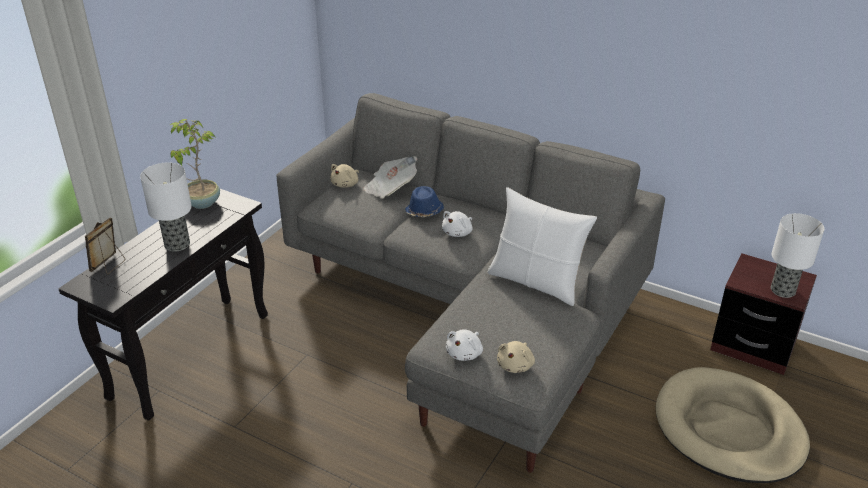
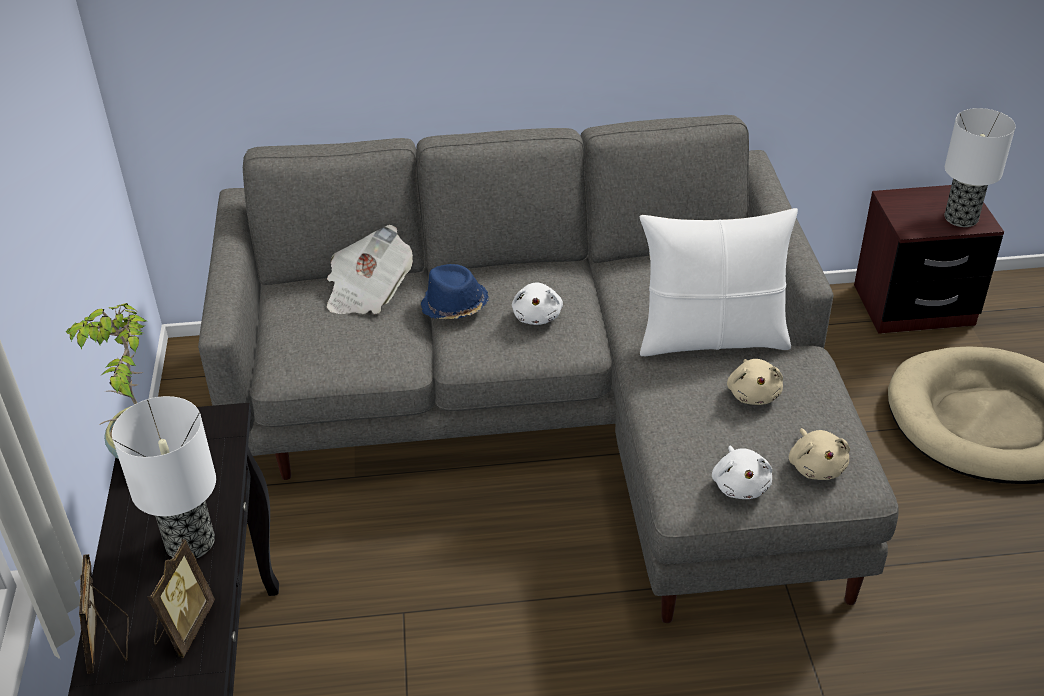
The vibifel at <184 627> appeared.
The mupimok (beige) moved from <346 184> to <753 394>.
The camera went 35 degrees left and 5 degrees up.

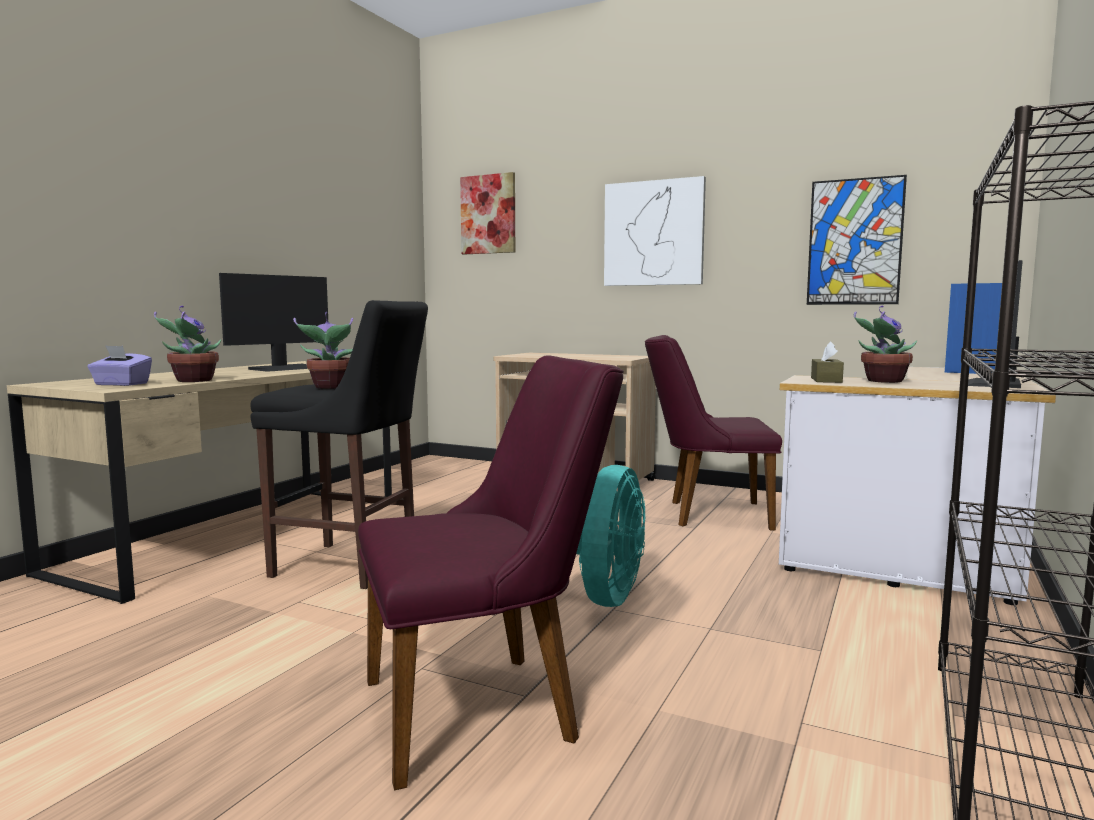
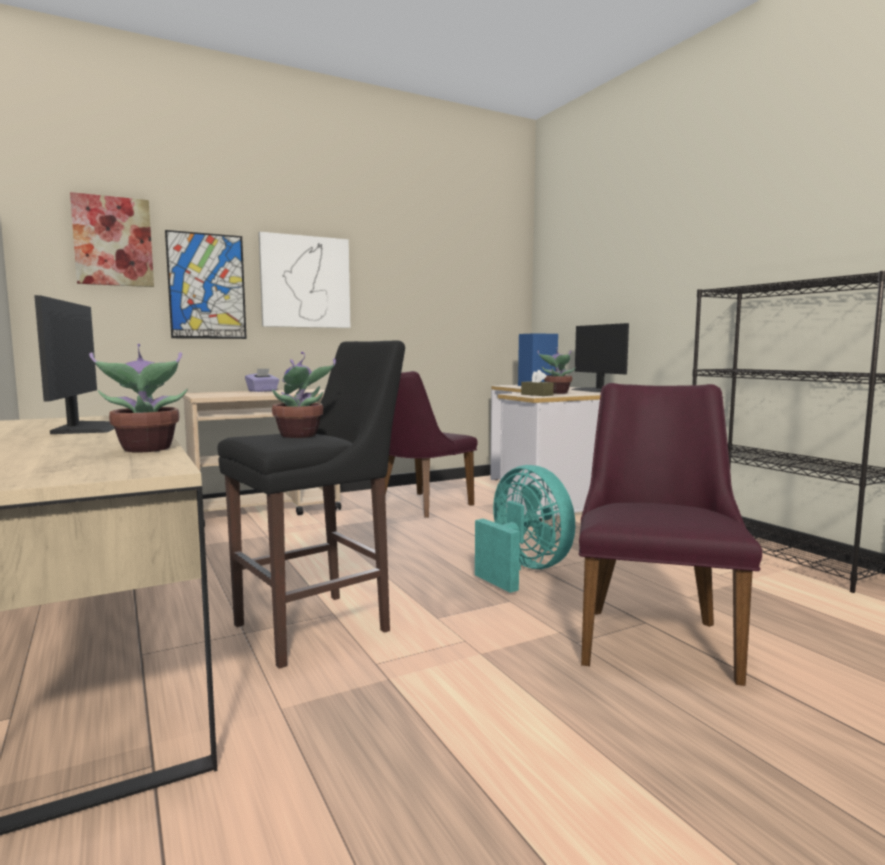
The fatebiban moved from <854 242> to <207 286>.
The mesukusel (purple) moved from <121 384> to <263 391>.
The camera went 55 degrees left and 0 degrees up.

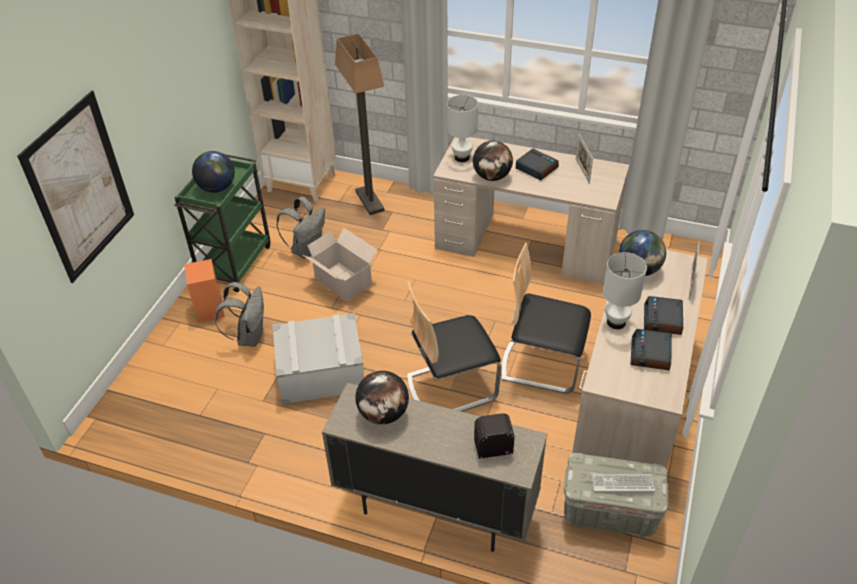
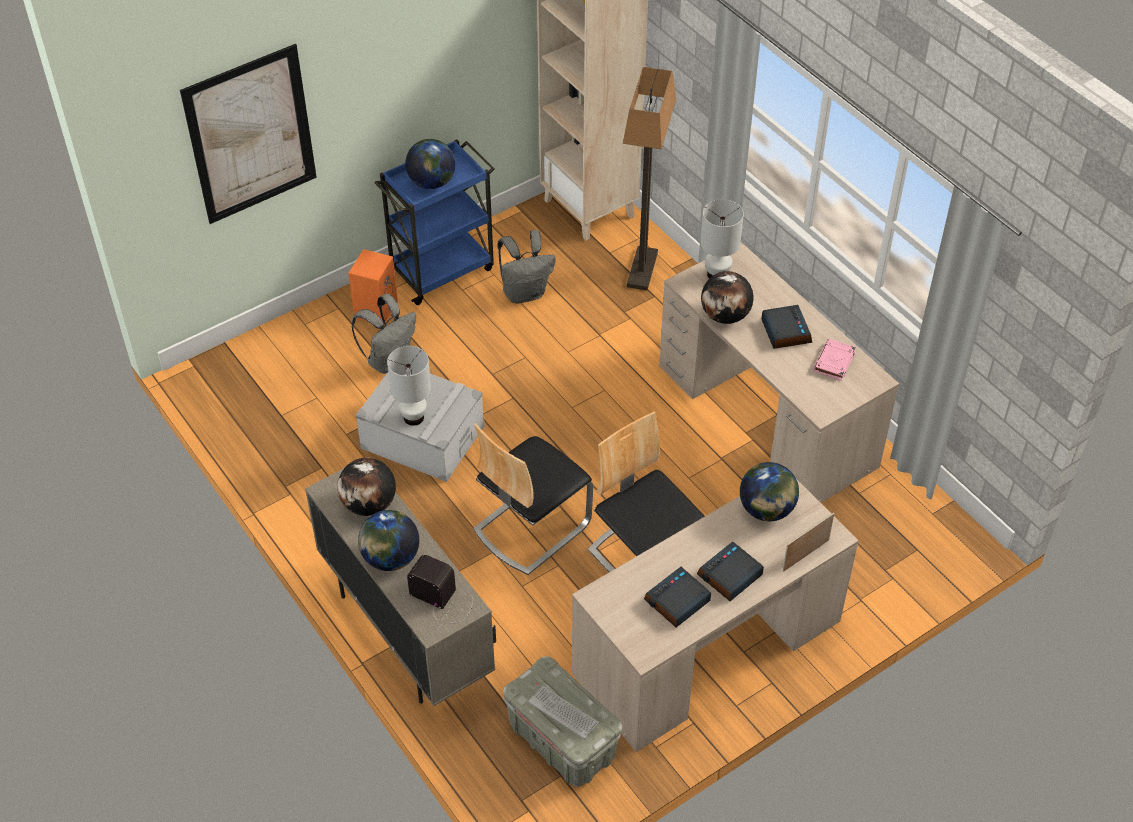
The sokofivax at <390 558> appeared.
The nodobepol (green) at <235 262> became the nodobepol (blue) at <442 269>.
The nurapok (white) moved from <616 322> to <414 417>.
The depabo at <450 387> turned 60 degrees counterclockwise.
The vibifel at <582 171> was replaced by the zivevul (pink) at <834 362>.
The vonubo at <344 283> disappeared.
The camera went 35 degrees right and 5 degrees up.

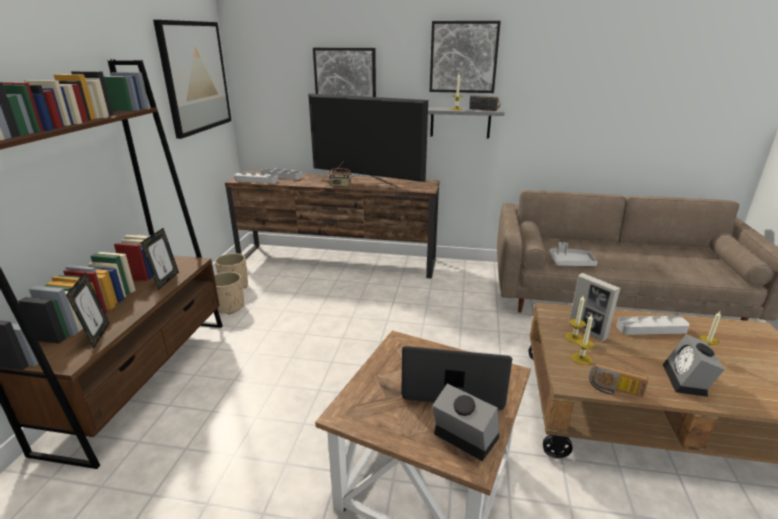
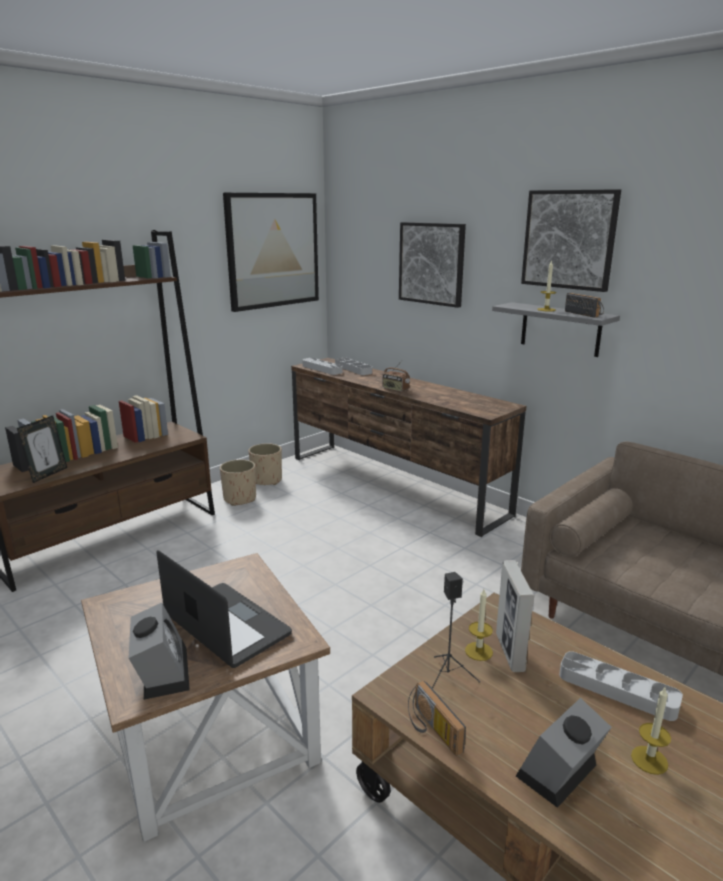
The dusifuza at <581 358> was replaced by the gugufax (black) at <448 677>.
The vibifel at <166 280> disappeared.
The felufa at <367 184> disappeared.
The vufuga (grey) at <571 262> disappeared.
The camera went 35 degrees right and 5 degrees down.

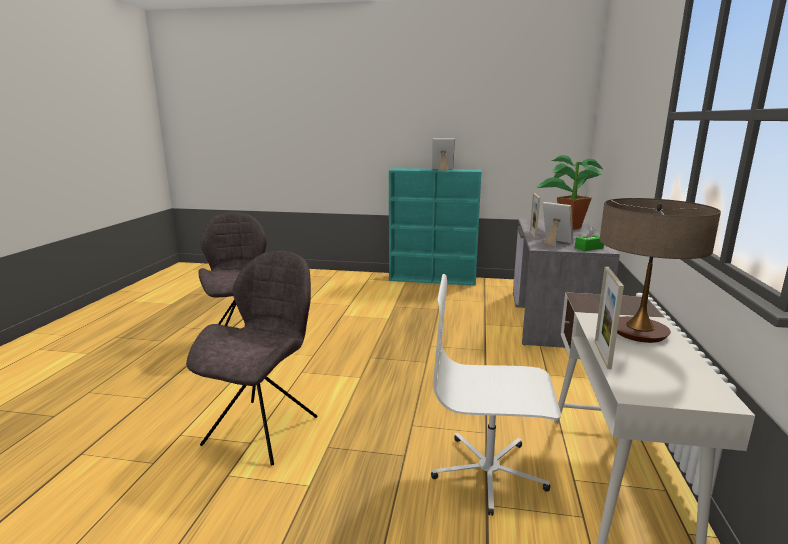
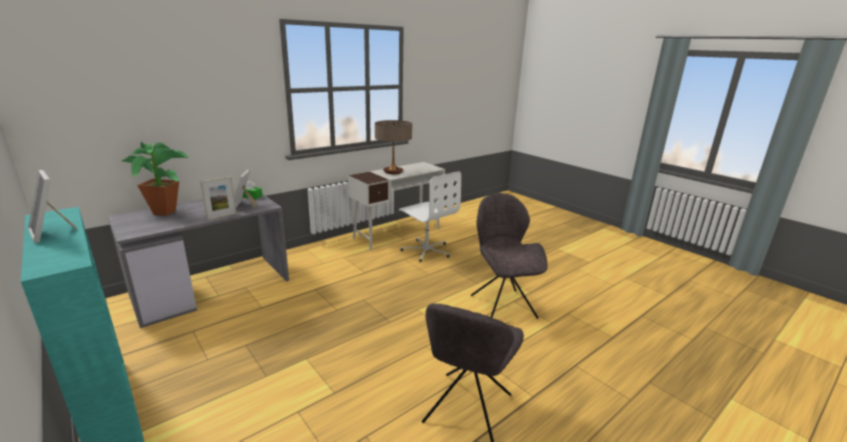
The depabo (grey) at <264 428> turned 105 degrees clockwise.
The vibifel at <602 354> disappeared.
The camera went 140 degrees left and 5 degrees up.

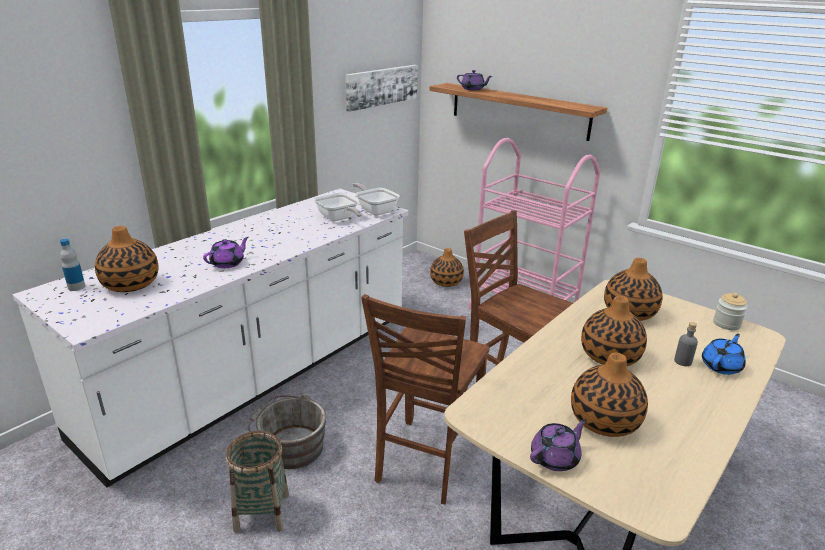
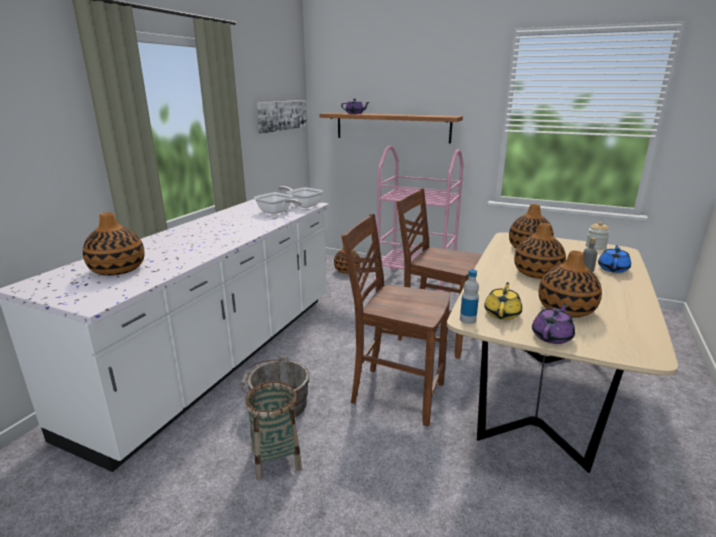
The depabo (brown) at <425 461> turned 105 degrees clockwise.
The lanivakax moved from <76 287> to <467 320>.
The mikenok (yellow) at <502 313> appeared.
The mikenok (purple) at <228 263> disappeared.
The camera went 15 degrees left and 5 degrees down.

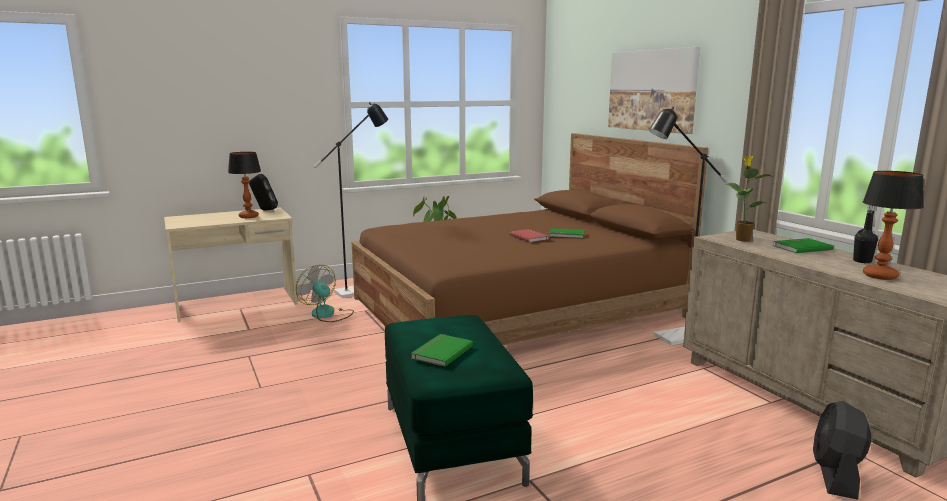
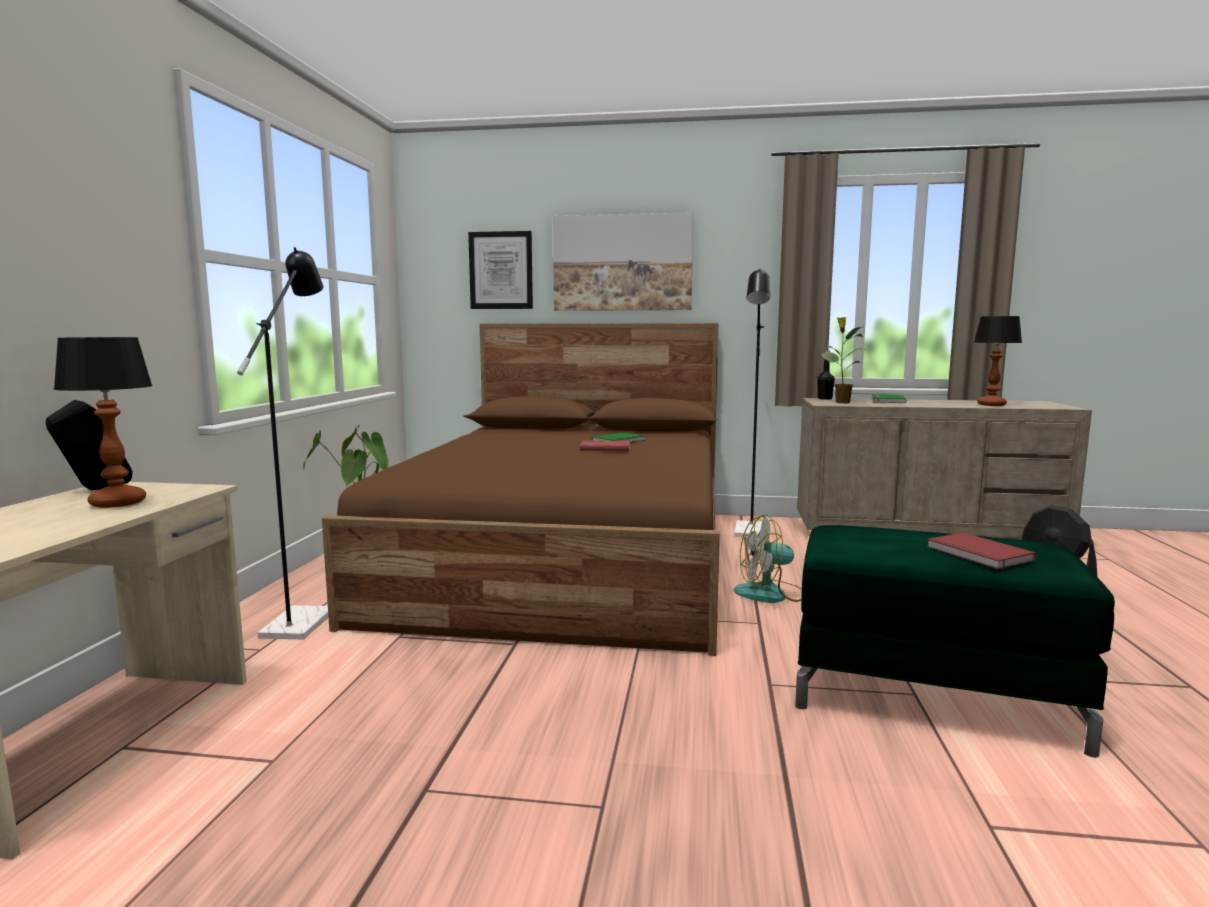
The fatebiban at <501 270> appeared.
The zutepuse moved from <327 314> to <772 594>.
The lanivakax (black) moved from <862 261> to <824 399>.
The zivevul (green) at <440 352> became the zivevul (red) at <977 554>.
The camera went 55 degrees left and 5 degrees down.

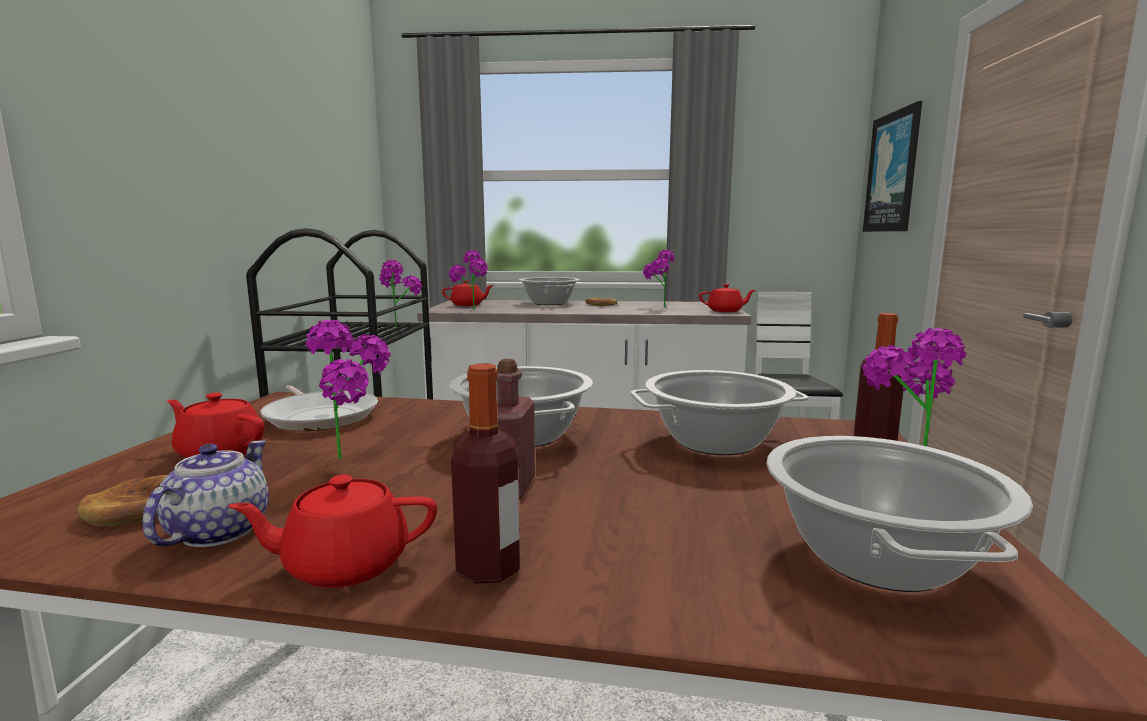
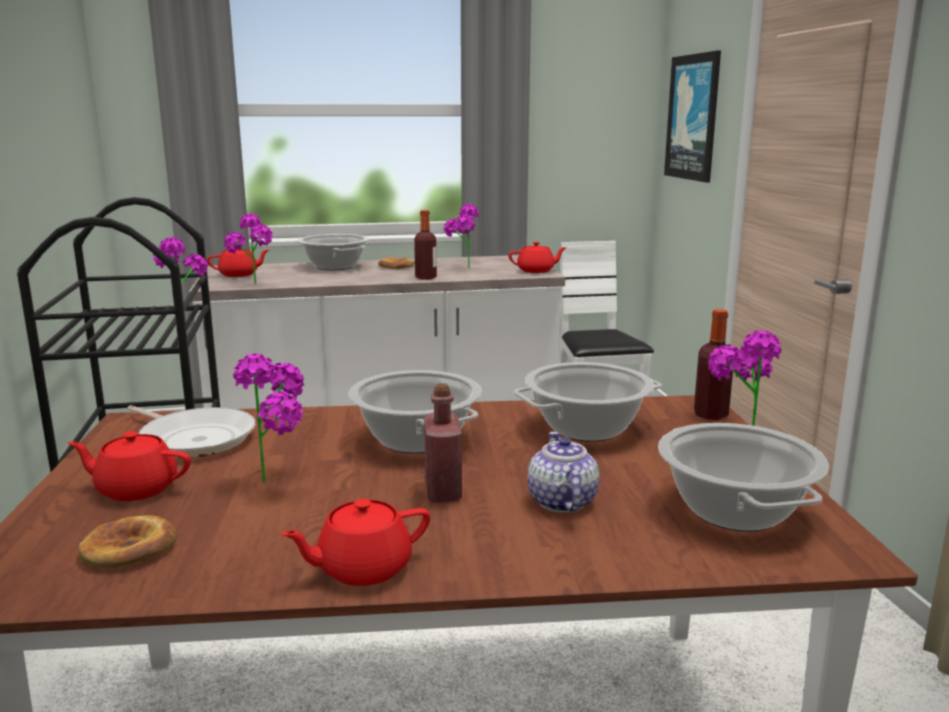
The lanivakax moved from <488 568> to <426 277>.
The mikenok moved from <217 532> to <561 502>.
The camera went 15 degrees left and 5 degrees up.

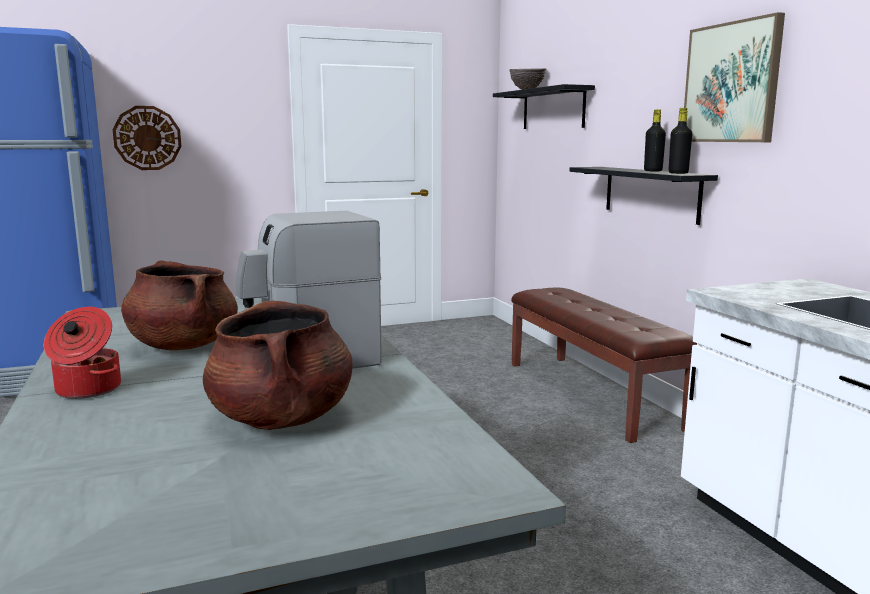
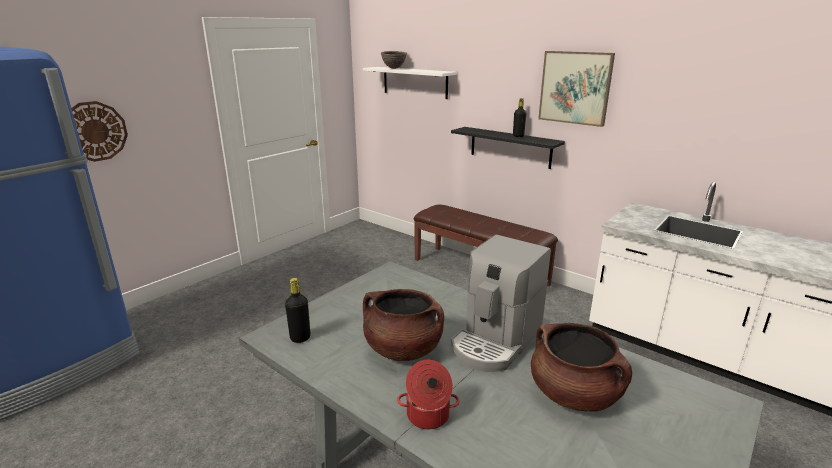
The lanivakax (black) moved from <678 173> to <300 338>.
The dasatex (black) at <553 109> became the dasatex (white) at <415 82>.
The camera went 30 degrees left and 10 degrees up.

